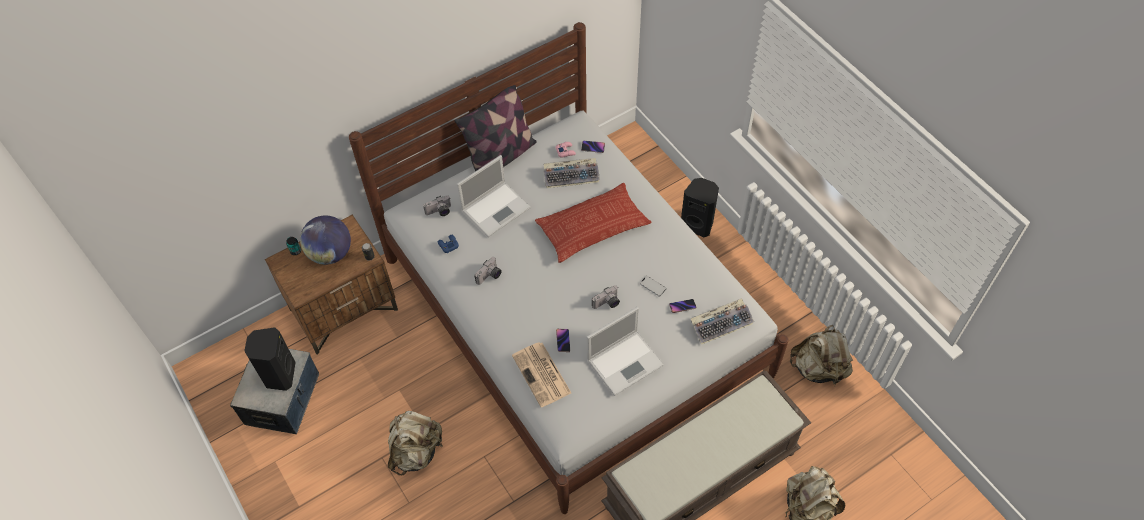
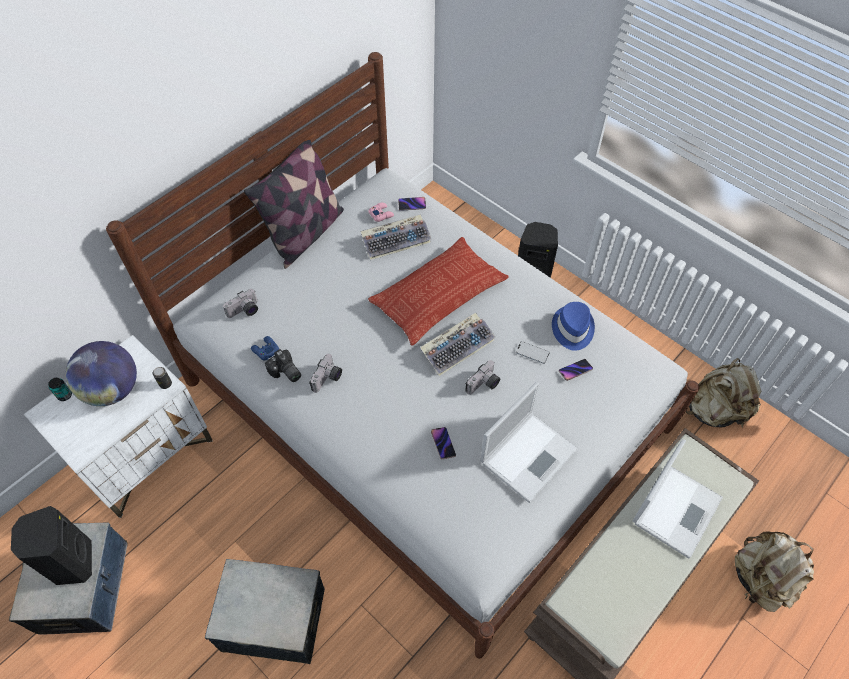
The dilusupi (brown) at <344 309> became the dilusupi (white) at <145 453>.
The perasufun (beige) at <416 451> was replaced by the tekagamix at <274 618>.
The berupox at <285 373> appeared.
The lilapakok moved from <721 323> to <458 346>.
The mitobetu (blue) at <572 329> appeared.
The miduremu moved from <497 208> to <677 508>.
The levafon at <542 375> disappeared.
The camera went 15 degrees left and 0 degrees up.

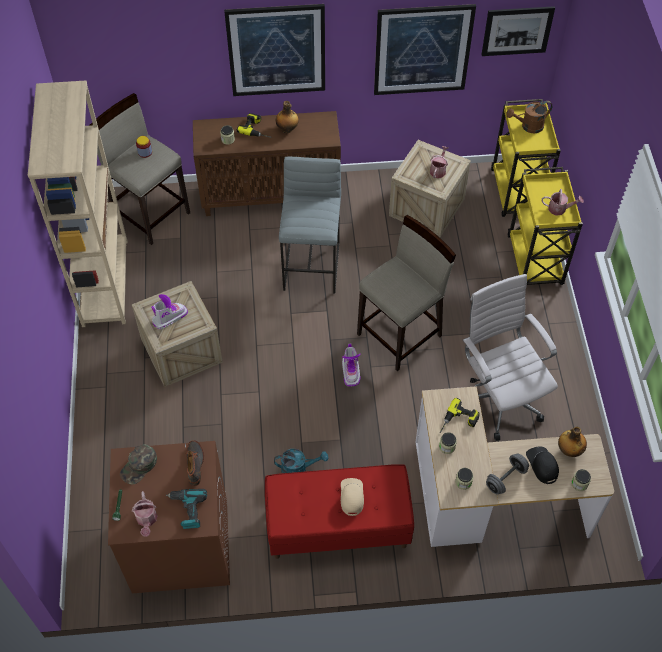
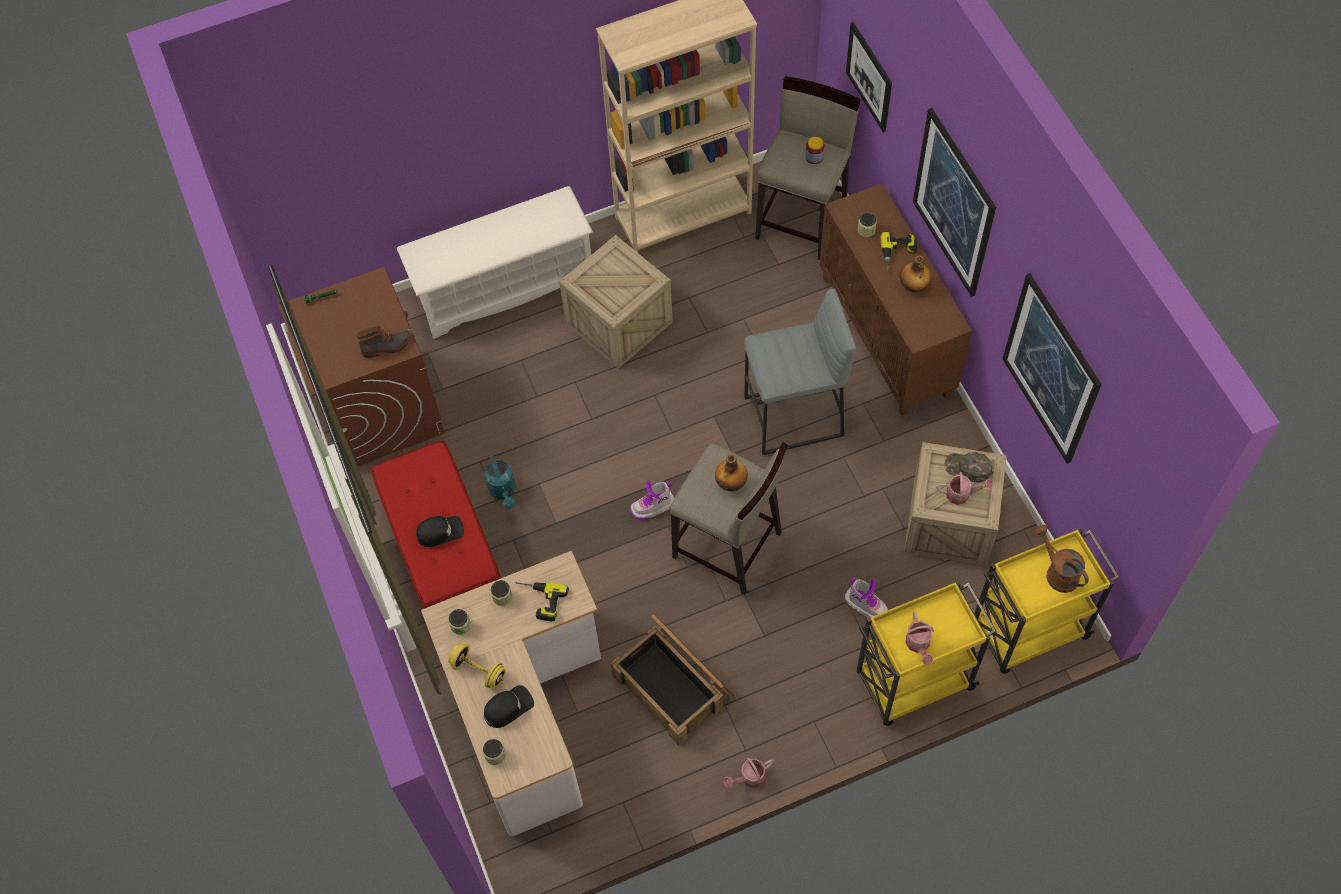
The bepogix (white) at <504 286> appeared.
The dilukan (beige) at <351 497> became the dilukan (black) at <440 532>.
The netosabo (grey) at <506 478> became the netosabo (yellow) at <478 670>.
The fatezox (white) at <498 398> was replaced by the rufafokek at <674 685>.
The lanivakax moved from <569 450> to <731 483>.
The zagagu moved from <147 520> to <749 778>.
The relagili moved from <169 317> to <866 605>.
The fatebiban moved from <517 31> to <869 77>.
The dilukan (green) moved from <139 466> to <967 468>.
The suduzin at <187 510> disappeared.
The camera went 75 degrees right and 5 degrees up.

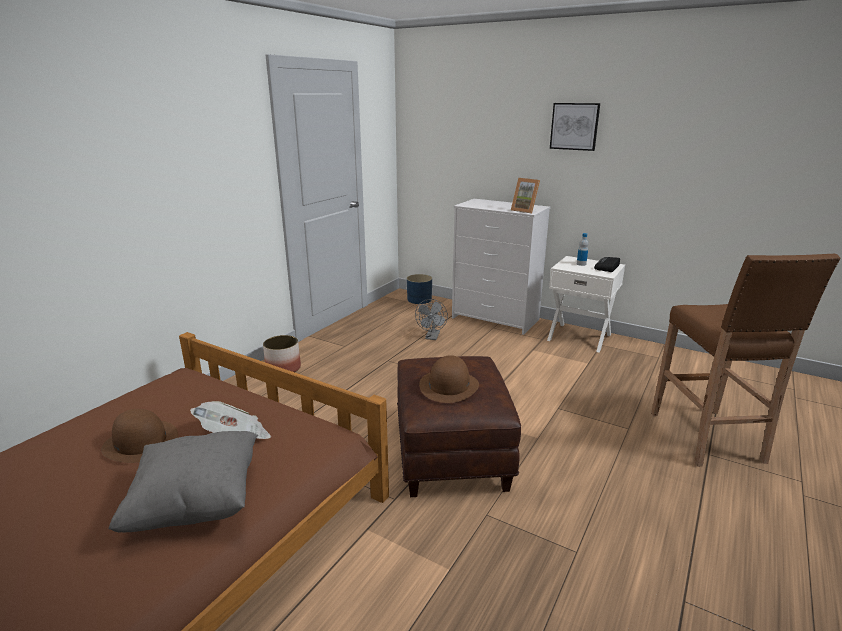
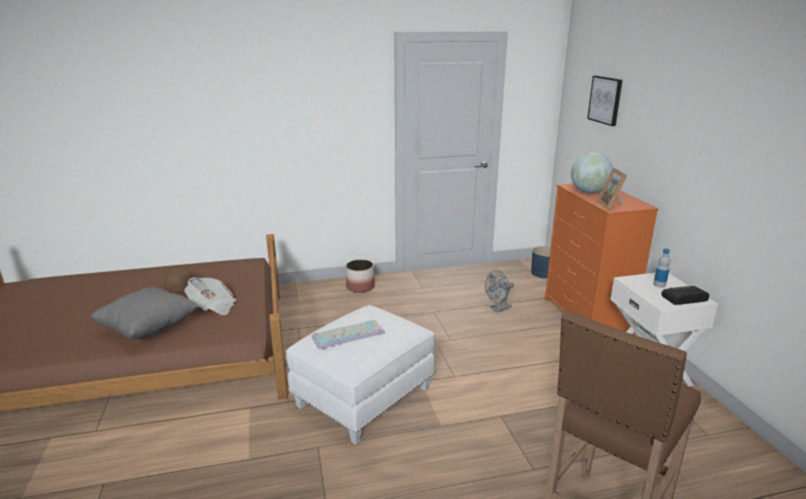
The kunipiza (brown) at <450 452> became the kunipiza (white) at <364 396>.
The mitobetu (brown) at <449 385> was replaced by the lilapakok at <348 334>.
The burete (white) at <496 319> became the burete (orange) at <587 317>.
The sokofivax at <589 192> appeared.
The fatebiban moved from <574 126> to <605 100>.
The camera went 45 degrees right and 0 degrees up.

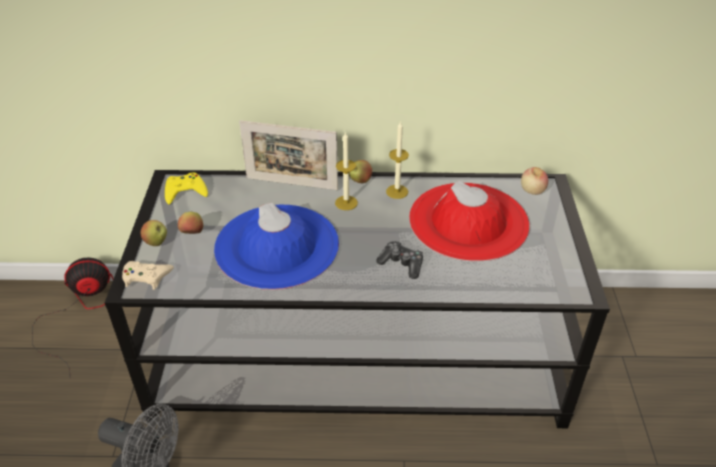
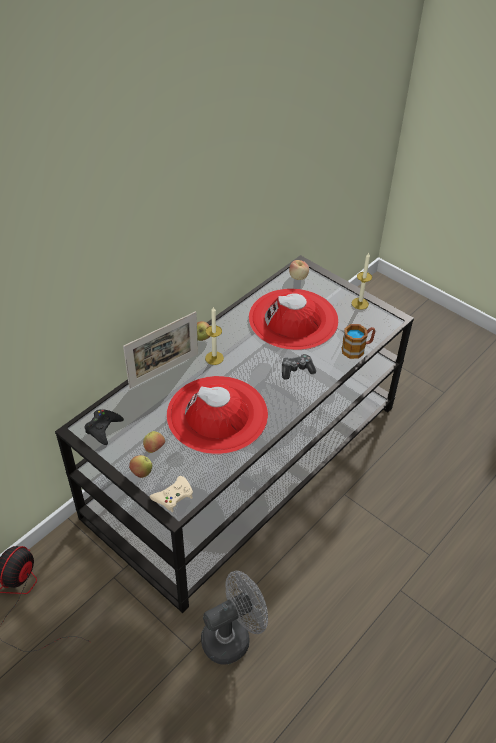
The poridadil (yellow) at <185 192> became the poridadil (black) at <103 428>.
The mitobetu (blue) at <277 246> became the mitobetu (red) at <217 414>.
The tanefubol at <357 349> appeared.
The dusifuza moved from <397 191> to <360 303>.
The camera went 50 degrees left and 5 degrees up.

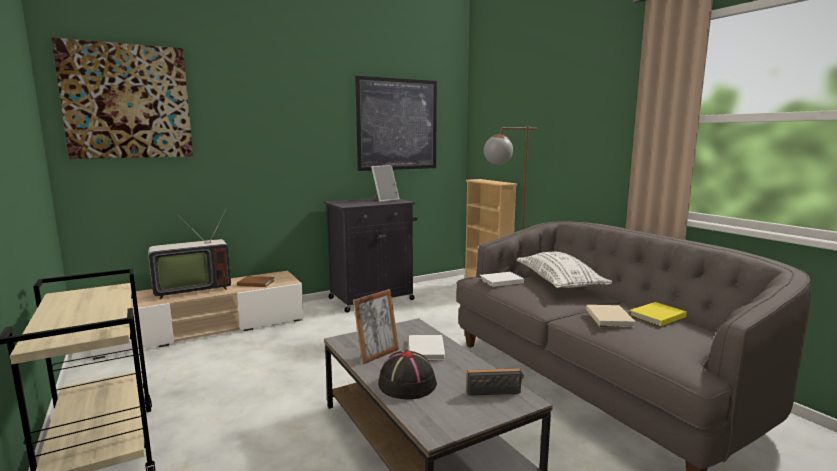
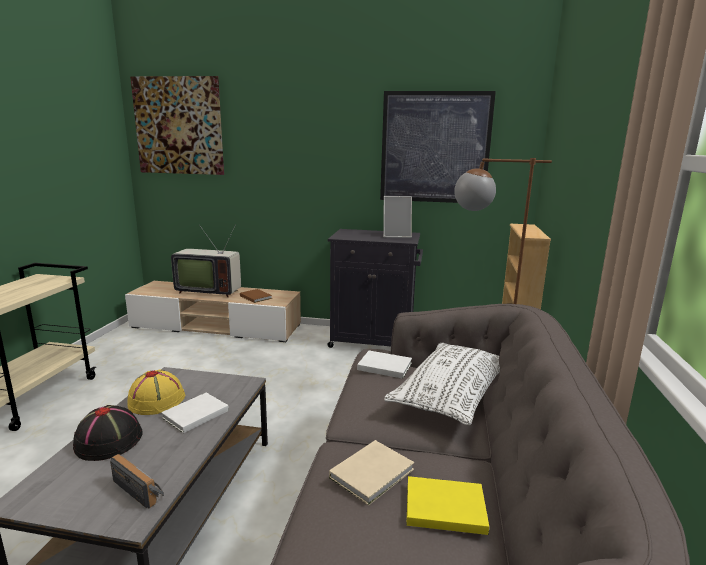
The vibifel at <377 354> was replaced by the mitobetu (yellow) at <157 400>.
The camera went 40 degrees right and 5 degrees up.

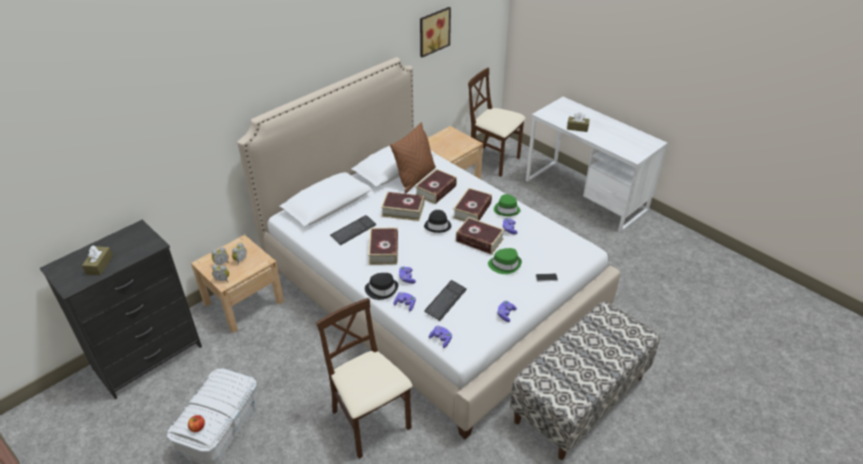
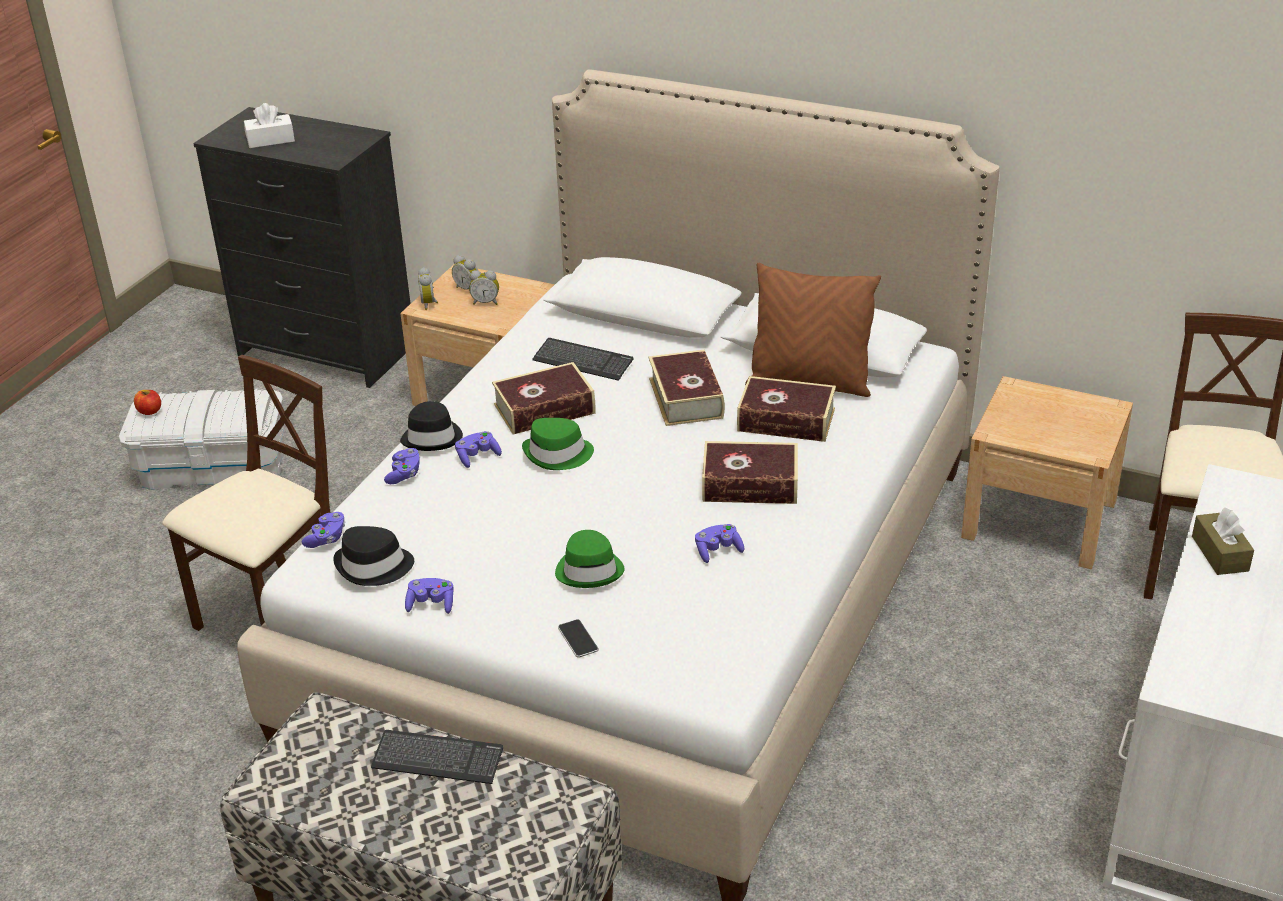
The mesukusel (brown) at <99 265> became the mesukusel (white) at <270 140>.
The mitobetu (black) moved from <438 225> to <374 567>.
The lilapakok moved from <445 301> to <438 759>.
The mitobetu (green) moved from <507 209> to <558 454>.
The fatebiban at <433 31> disappeared.
The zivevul at <479 240> disappeared.
The camera went 70 degrees right and 5 degrees down.

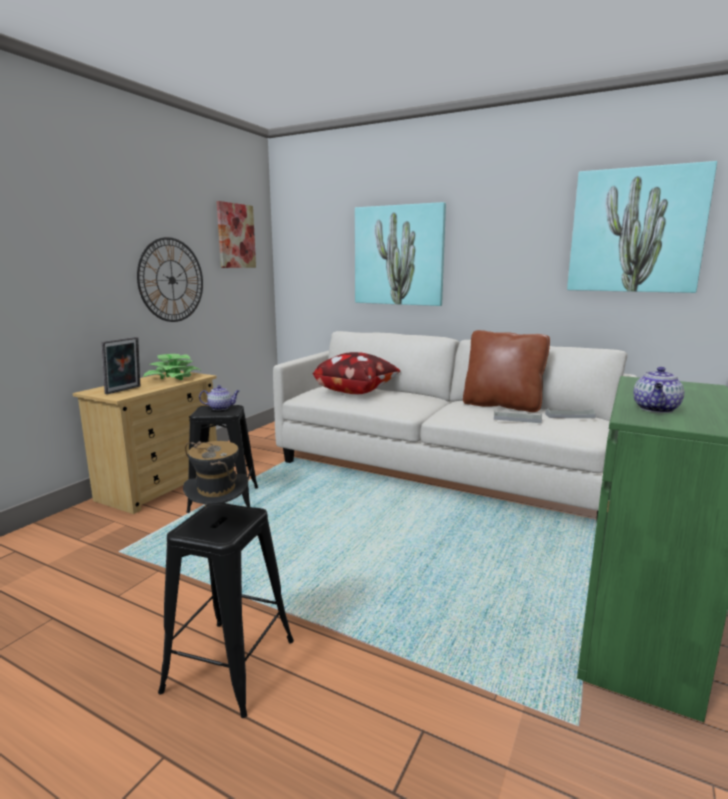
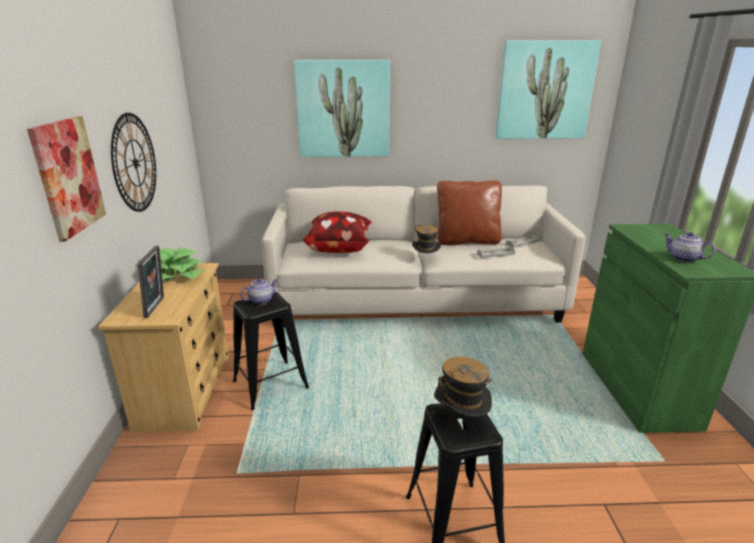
The fatebiban moved from <236 236> to <68 176>.
The mitobetu at <425 261> appeared.
The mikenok at <656 409> turned 135 degrees clockwise.
The camera went 30 degrees left and 10 degrees up.

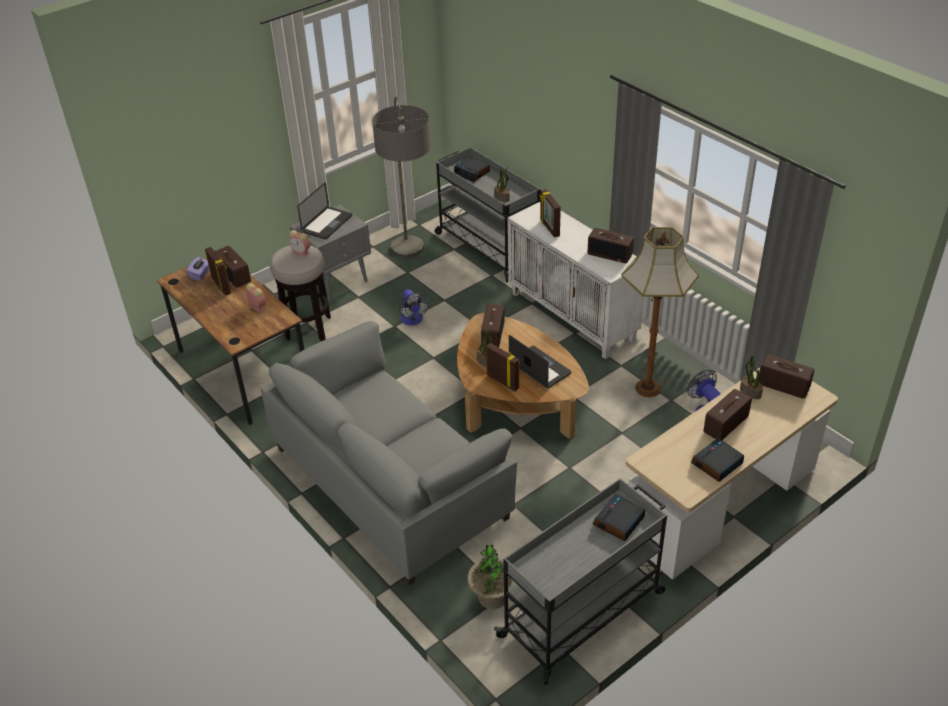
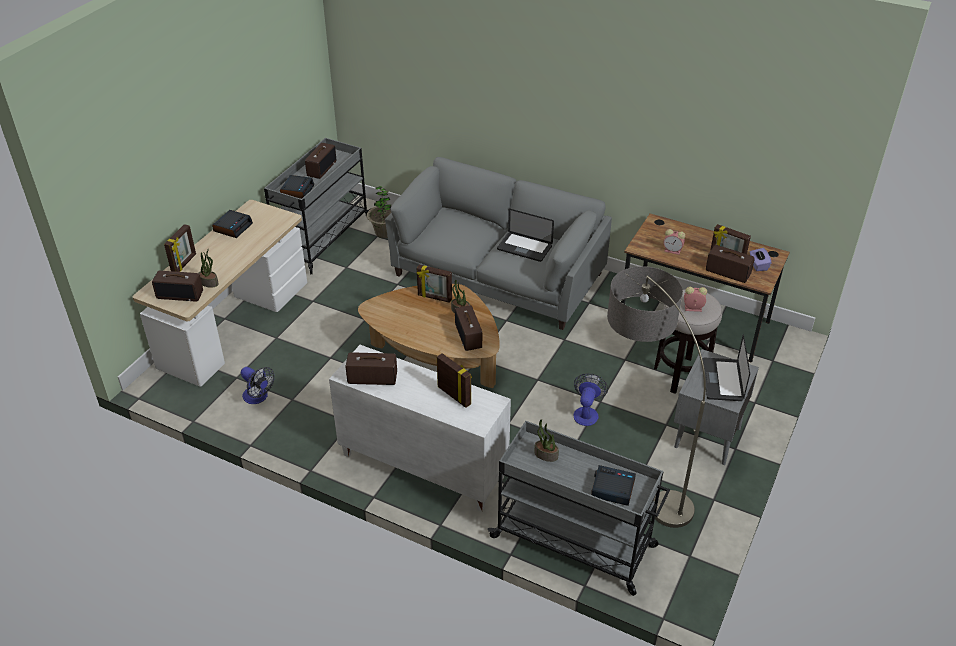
The vibifel at <184 264> appeared.
The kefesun moved from <726 425> to <321 168>.
The miduremu moved from <540 368> to <524 248>.
The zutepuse at <413 320> turned 60 degrees clockwise.
The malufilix at <648 388> disappeared.
The camera went 155 degrees right and 0 degrees up.

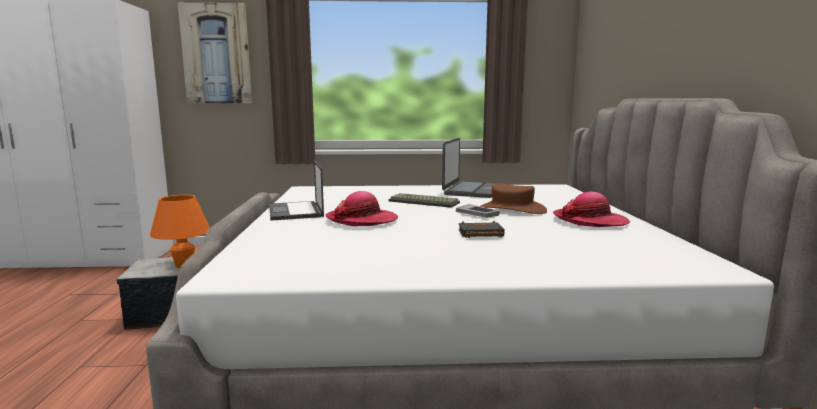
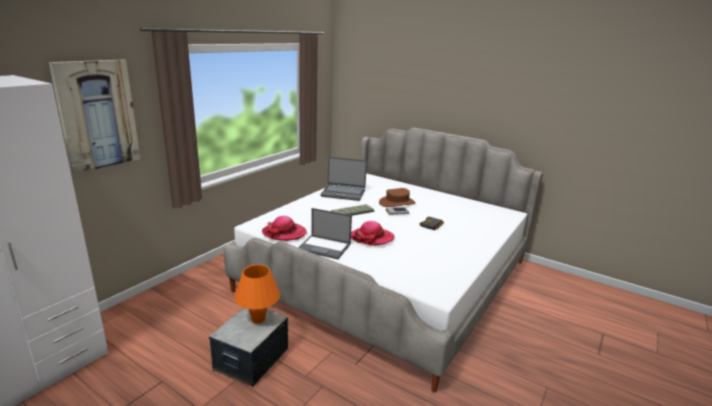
The mitobetu moved from <590 220> to <284 233>.
The miduremu at <472 191> turned 135 degrees clockwise.
The camera went 55 degrees left and 10 degrees up.

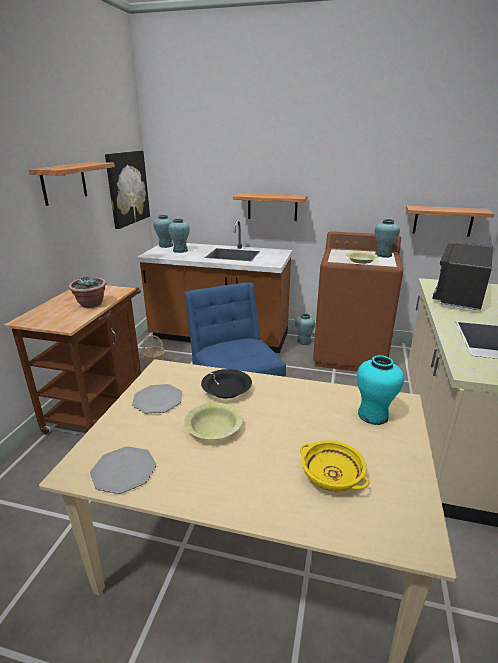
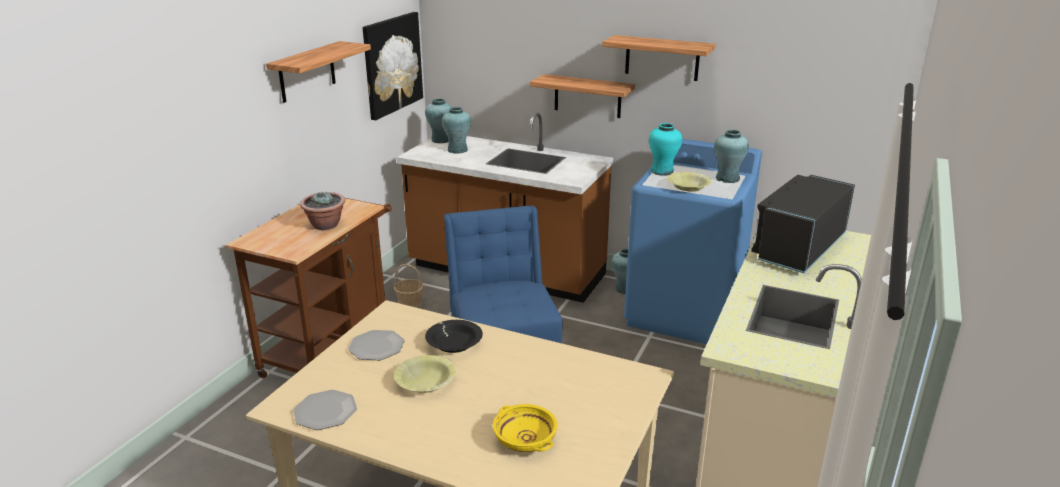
The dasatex moved from <443 221> to <662 58>.
The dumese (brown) at <350 354> became the dumese (blue) at <684 313>.
The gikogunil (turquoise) moved from <373 415> to <662 171>.
The camera went 10 degrees right and 0 degrees up.

